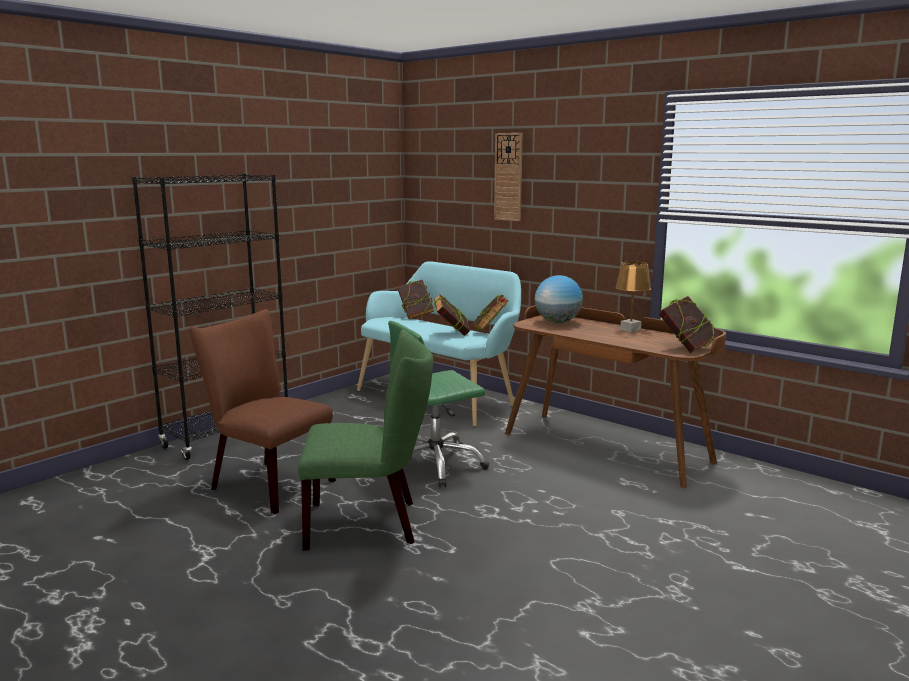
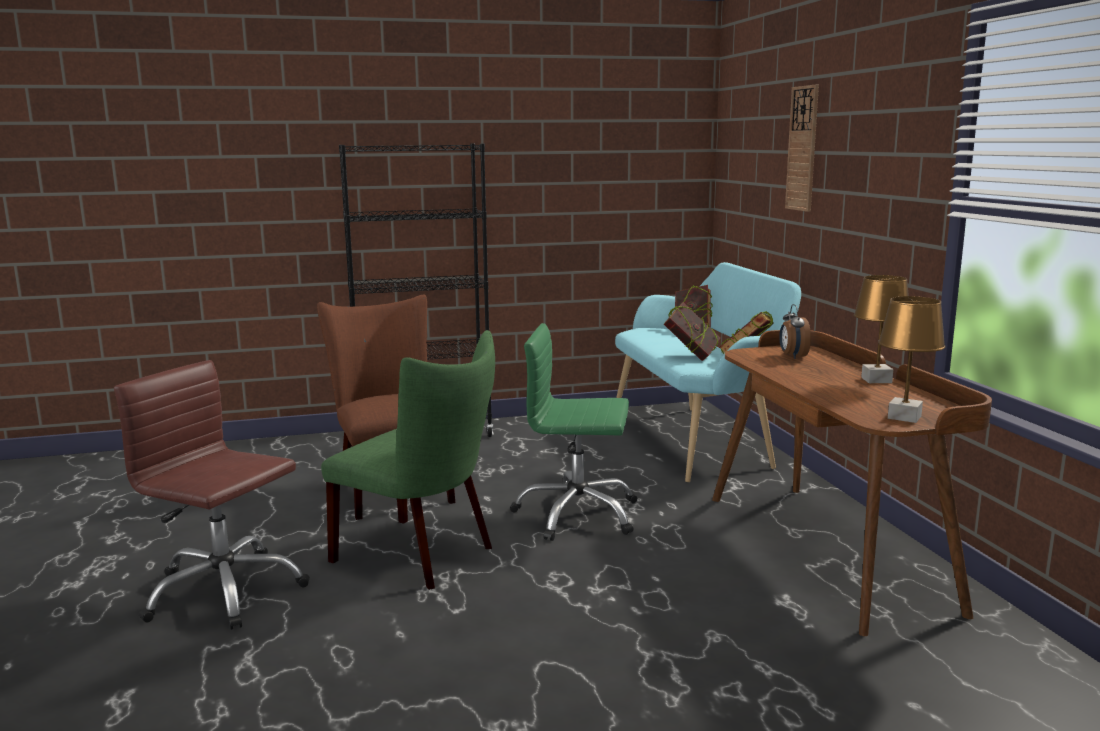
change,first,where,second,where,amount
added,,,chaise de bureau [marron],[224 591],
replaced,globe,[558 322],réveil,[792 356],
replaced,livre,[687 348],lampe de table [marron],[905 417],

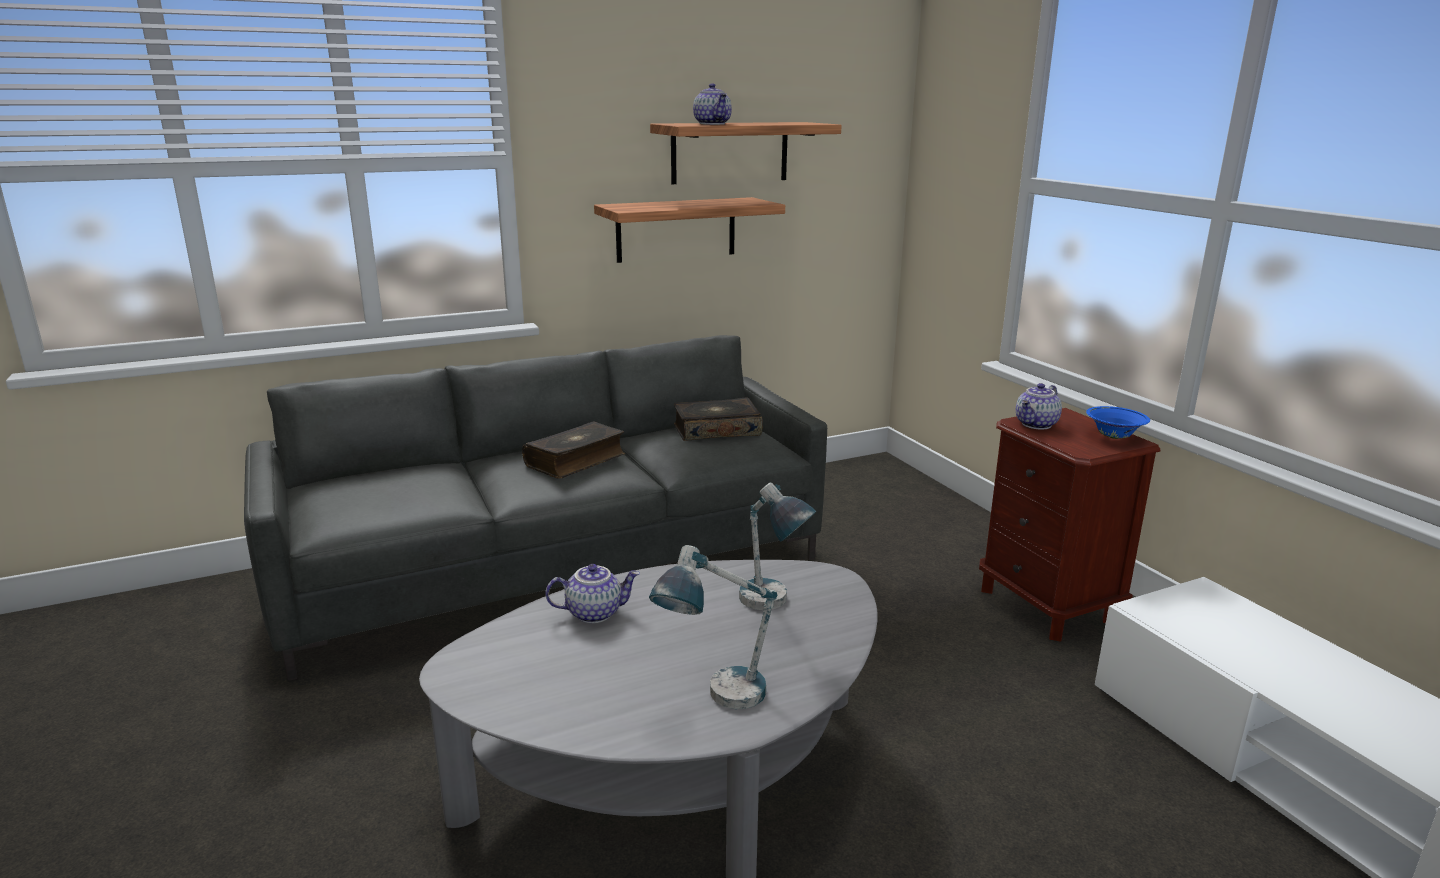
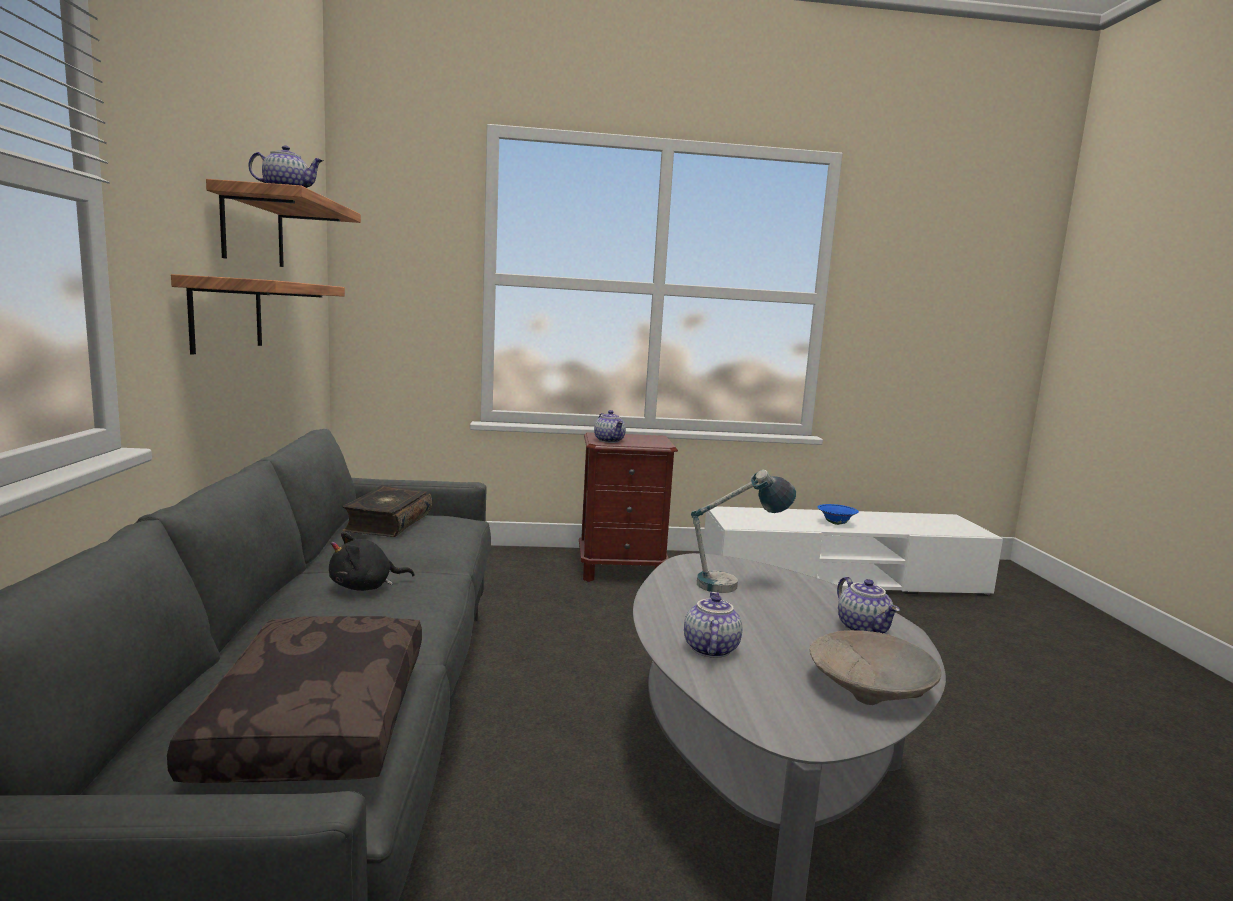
change,first,where,second,where,amount
added,,,coussin [marron],[314 718],
replaced,livre,[576 460],peluche [noir],[365 587],
added,,,bol [beige],[871 688],
moved,bol [bleu],[1114 437],,[836 523],
replaced,lampe de table,[717 700],théière,[864 628],

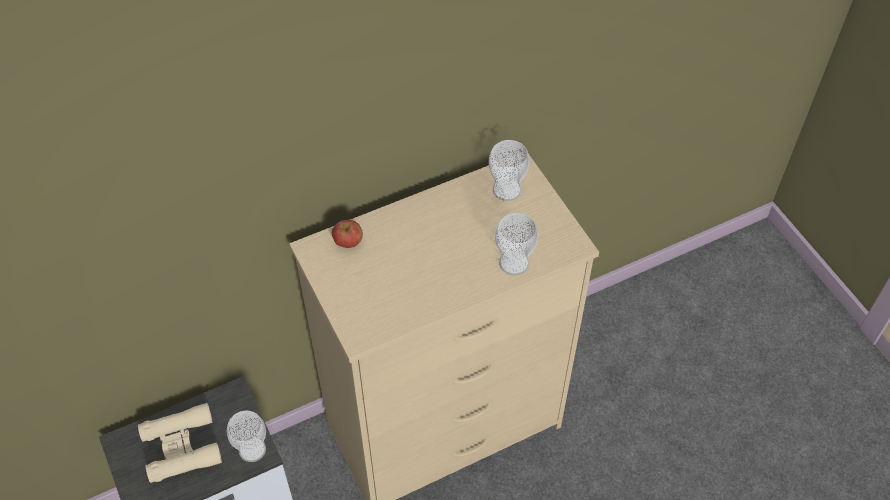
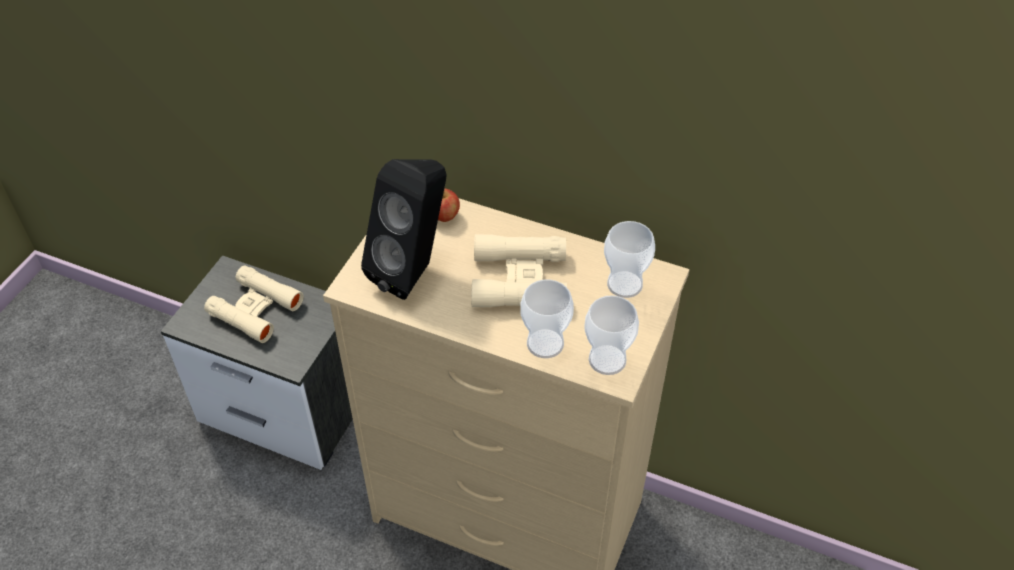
change,first,where,second,where,amount
added,,,enceinte [noir],[414 271],
added,,,jumelles [beige],[519 279],
moved,tasse,[252 449],,[607 360],

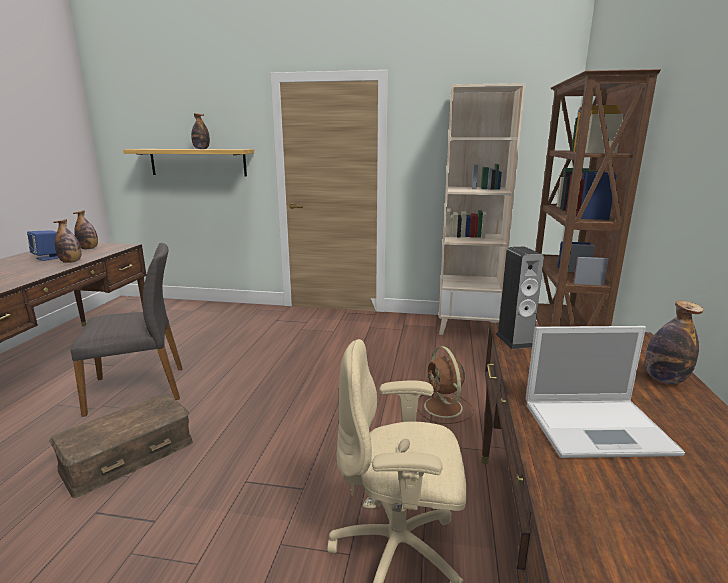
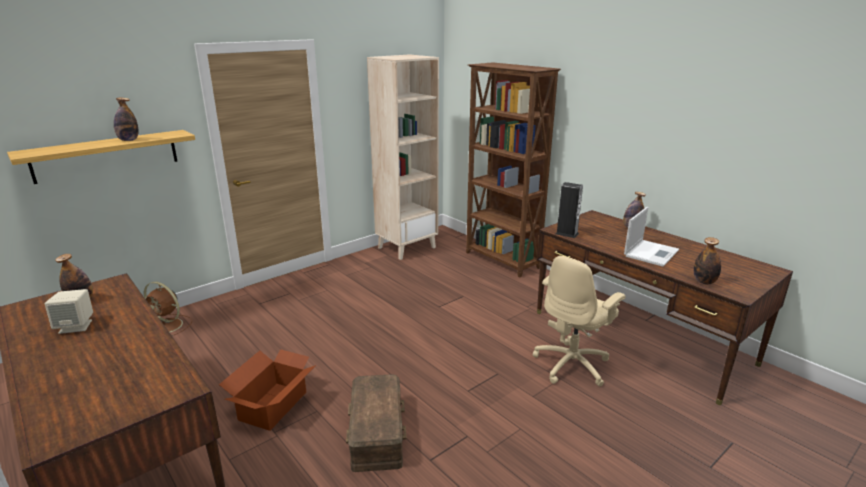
change,first,where,second,where,amount
recoloured,enceinte [bleu],[48 258],enceinte [beige],[76 326],
moved,ventilateur [marron],[444 408],,[168 326],
replaced,chaise [gris],[138 389],carton,[274 405],
moved,bouteille,[71 262],,[704 282],

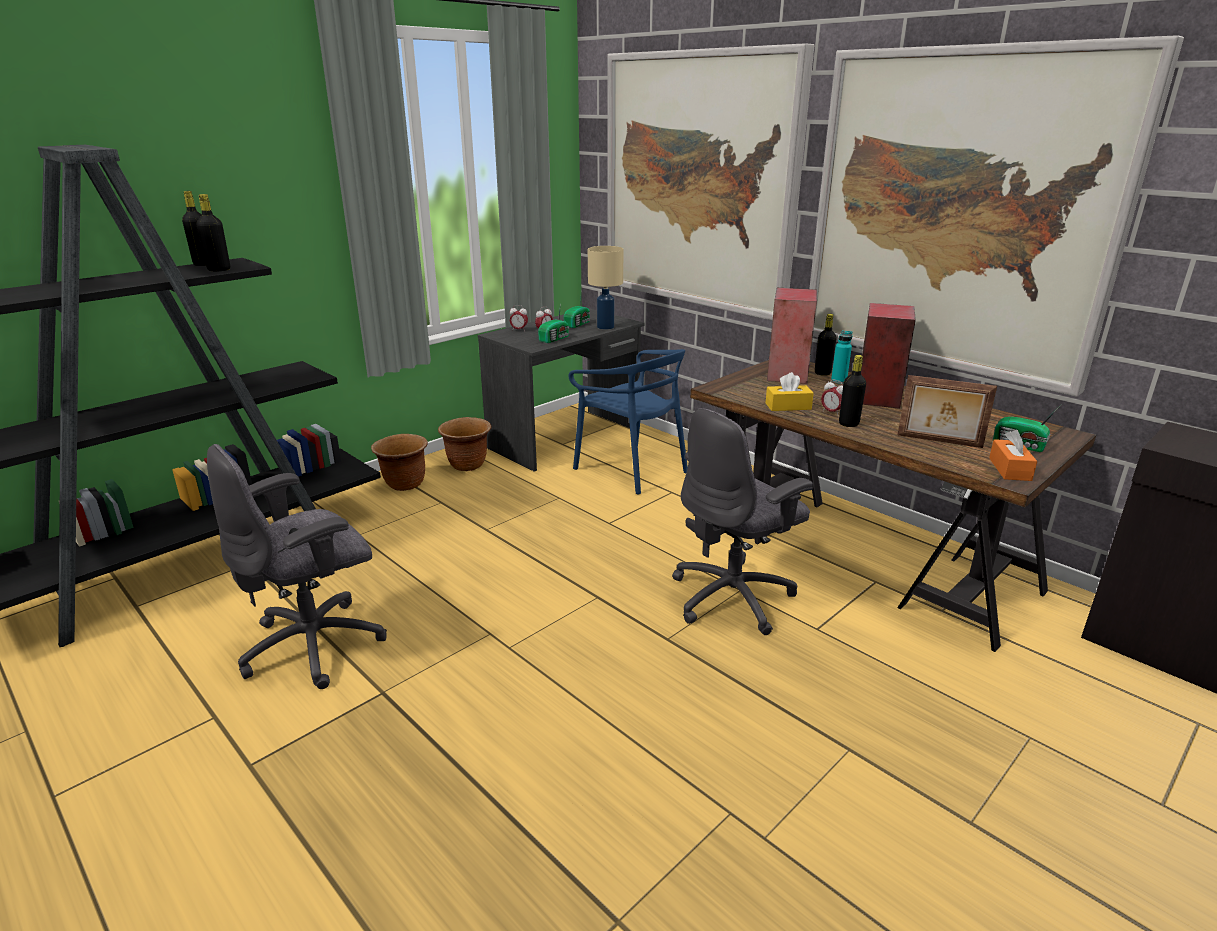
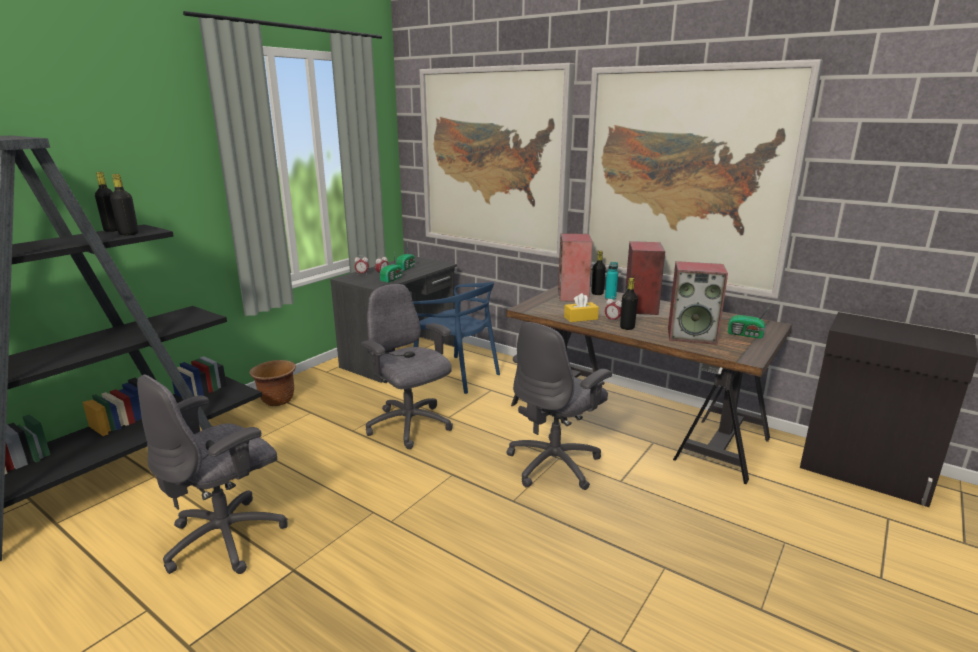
change,first,where,second,where,amount
added,,,chaise de bureau [gris],[410 426],
replaced,cadre photo,[939 441],enceinte,[692 336],
removed,cache-pot [marron],[468 465],,,
removed,lampe de table [beige],[605 327],,,
removed,boîte à mouchoirs [orange],[1009 469],,,

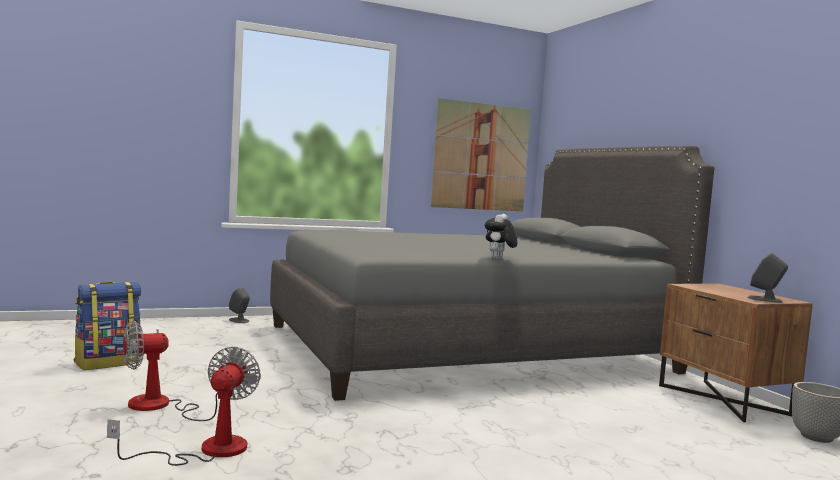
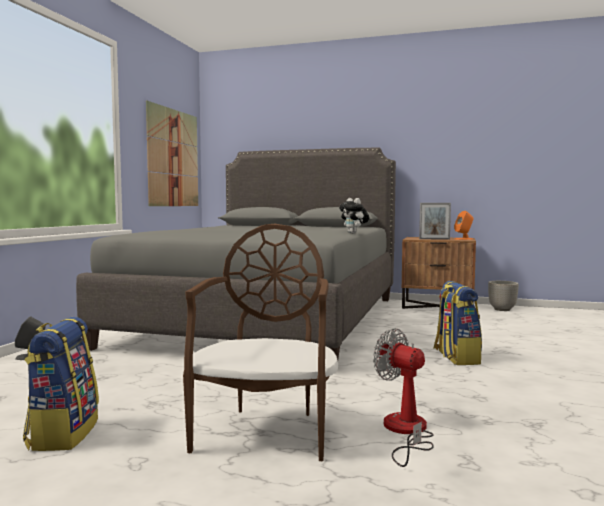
change,first,where,second,where,amount
replaced,ventilateur,[160 407],chaise [marron],[266 431],
added,,,cadre photo,[434 239],
added,,,sac à dos,[456 358],
recoloured,enceinte [gris],[765 299],enceinte [orange],[463 239],

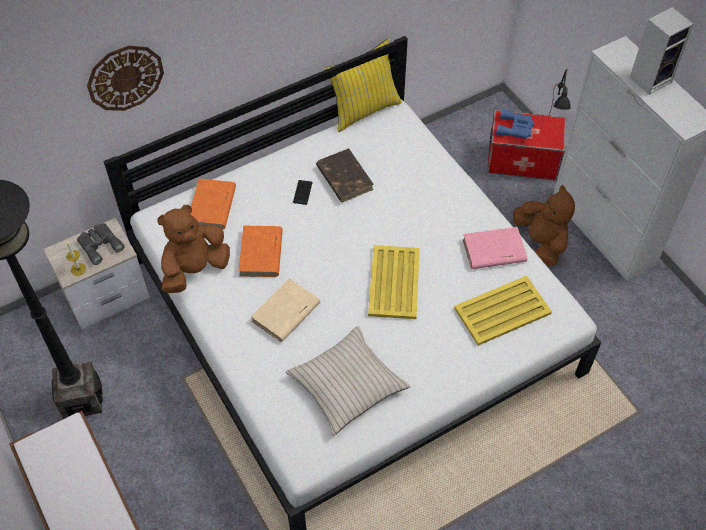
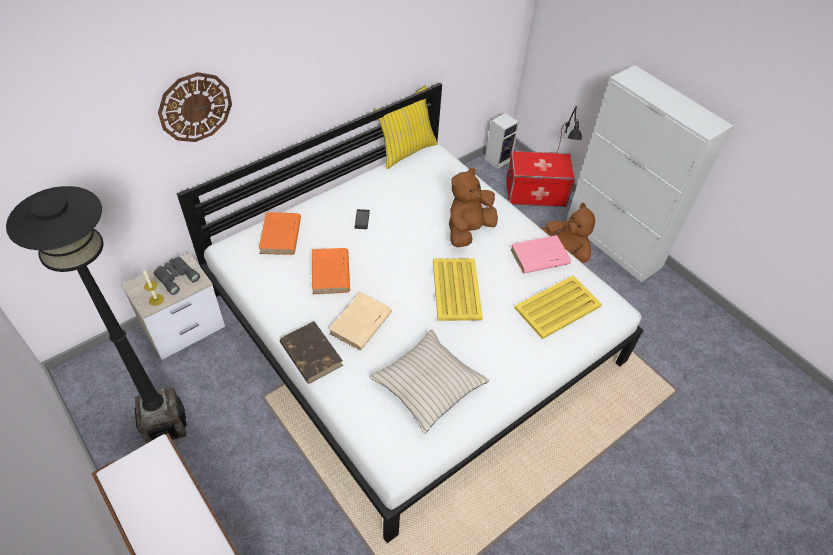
change,first,where,second,where,amount
moved,livre [marron],[344 177],,[310 354],
moved,peluche [marron],[194 269],,[468 230],
moved,enceinte,[651 78],,[498 159],
removed,jumelles [bleu],[515 128],,,

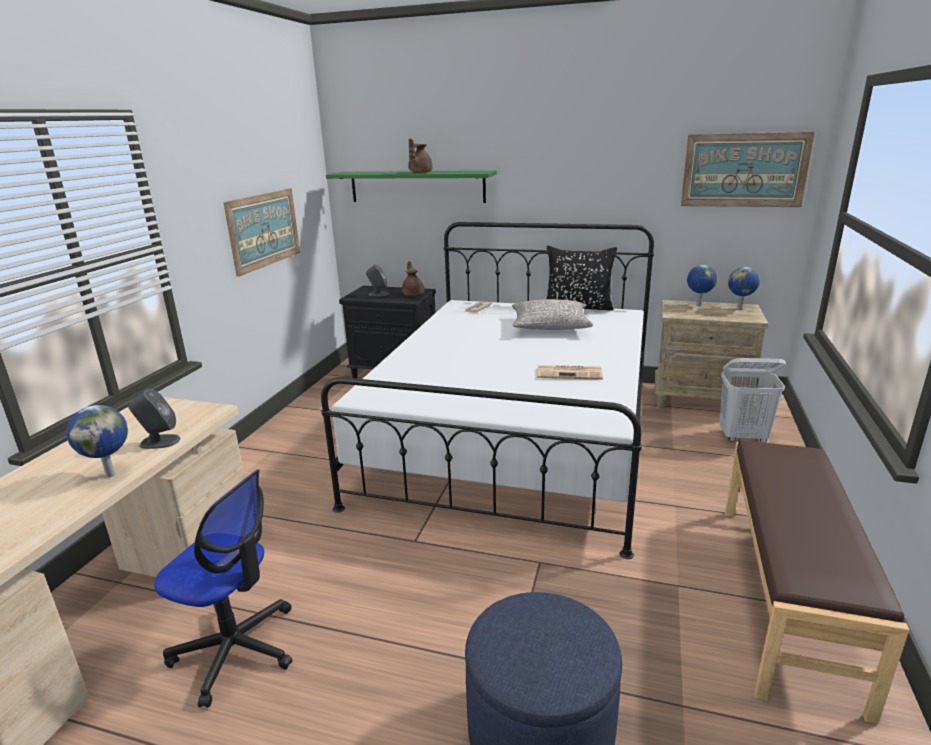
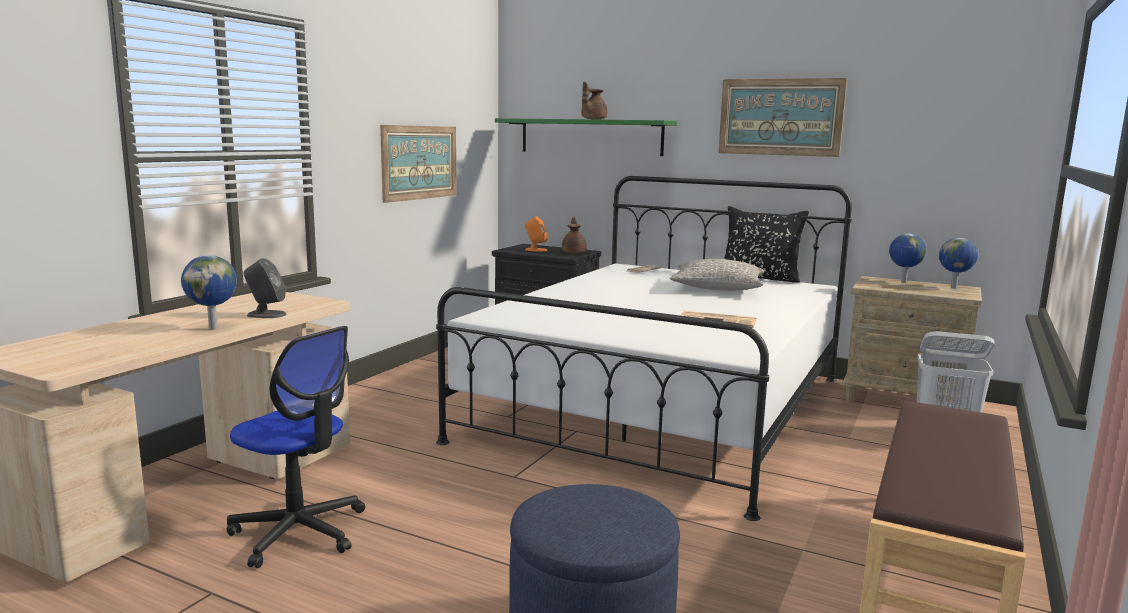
change,first,where,second,where,amount
recoloured,enceinte [gris],[378 294],enceinte [orange],[535 250],
moved,tableau,[744 170],,[780 117],

